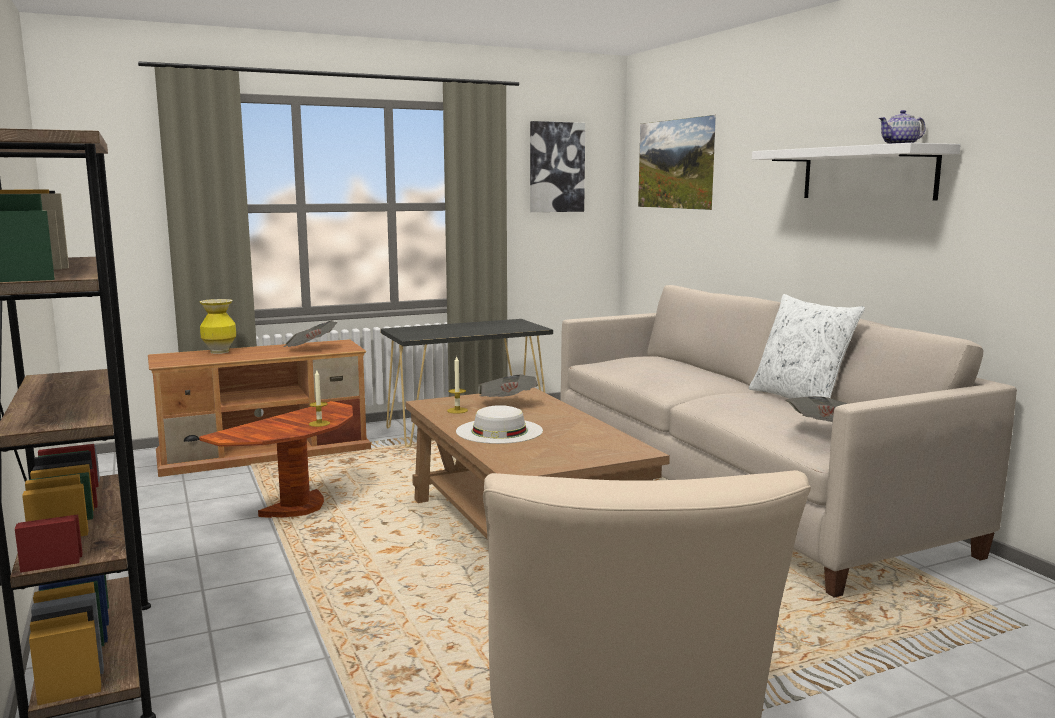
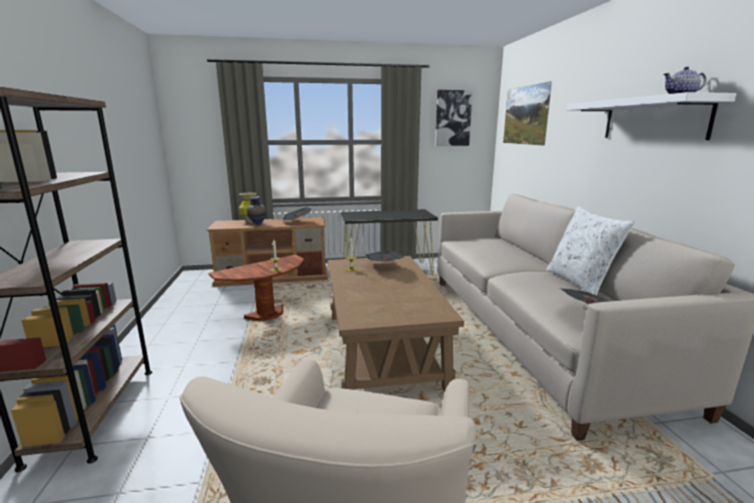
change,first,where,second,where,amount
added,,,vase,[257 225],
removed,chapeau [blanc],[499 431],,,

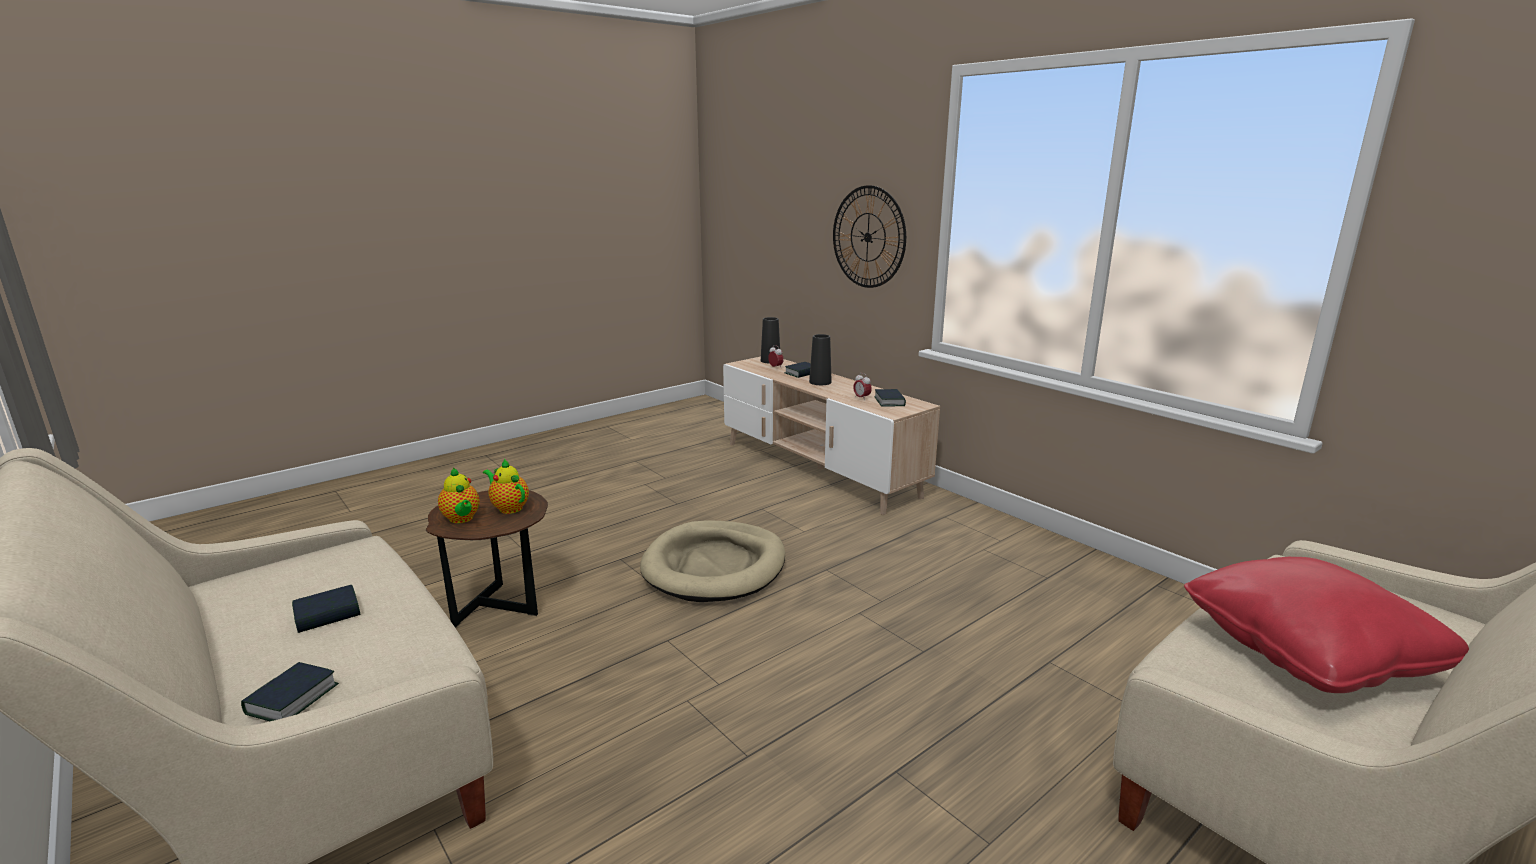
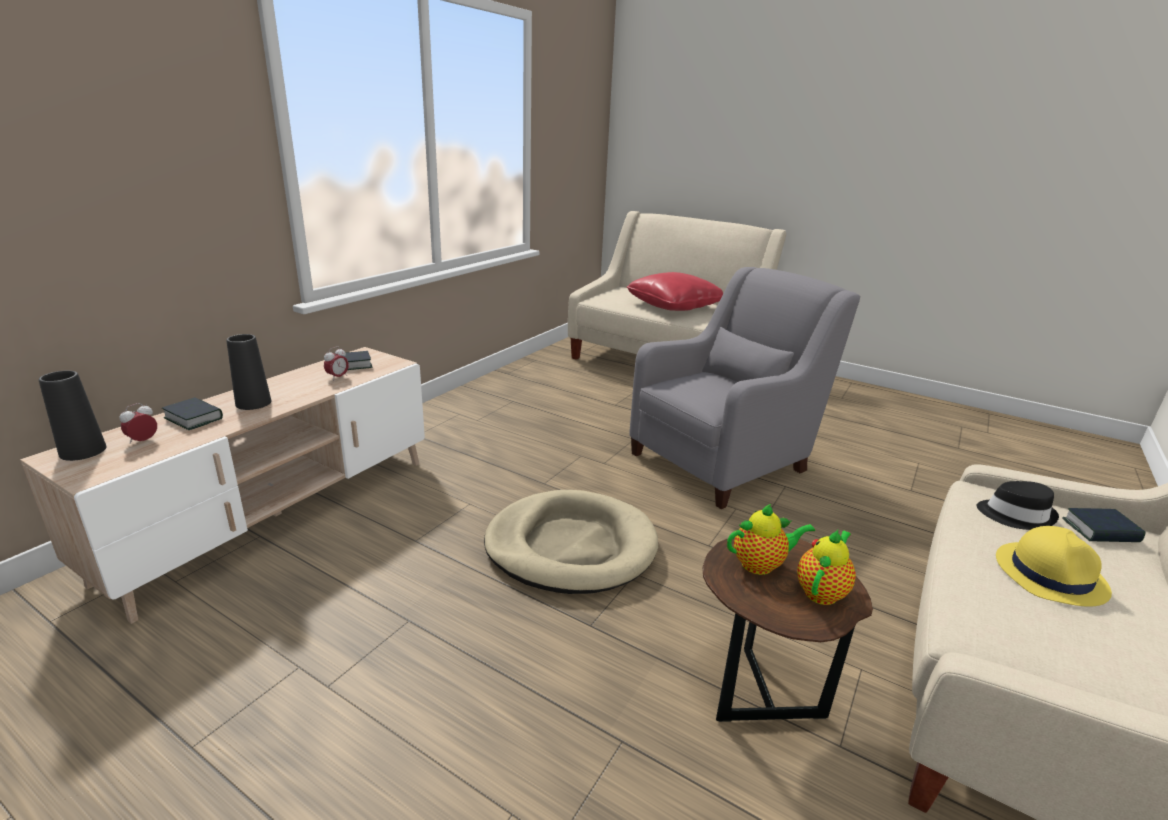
change,first,where,second,where,amount
added,,,fauteuil [gris],[723 460],
turned,théière,[509 508],,[761 564],120 degrees counterclockwise
added,,,chapeau [noir],[1015 515],
replaced,livre,[327 614],chapeau [jaune],[1050 574],
removed,horloge murale,[868 237],,,

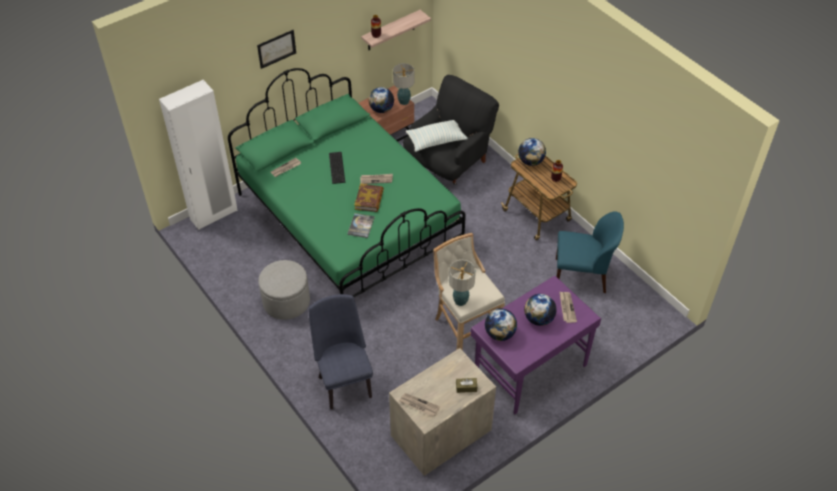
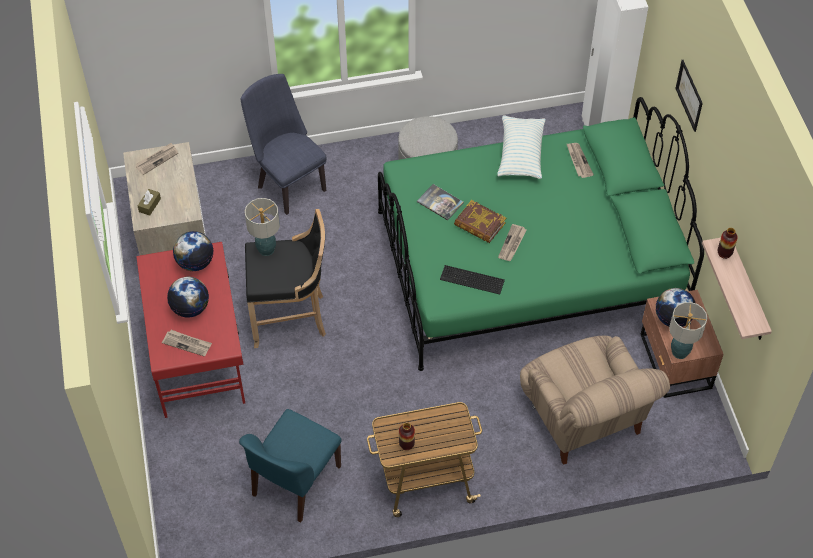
change,first,where,second,where,amount
recoloured,bureau [violet],[529 368],bureau [rouge],[198 358],
turned,chaise [bleu],[344 382],,[288 184],135 degrees counterclockwise
recoloured,tabouret [beige],[464 328],tabouret [noir],[291 318],
moved,clavier,[337 167],,[472 281],
moved,coussin,[436 141],,[521 154],
recoloured,fauteuil [noir],[449 161],fauteuil [beige],[585 419],
removed,globe,[530 161],,,

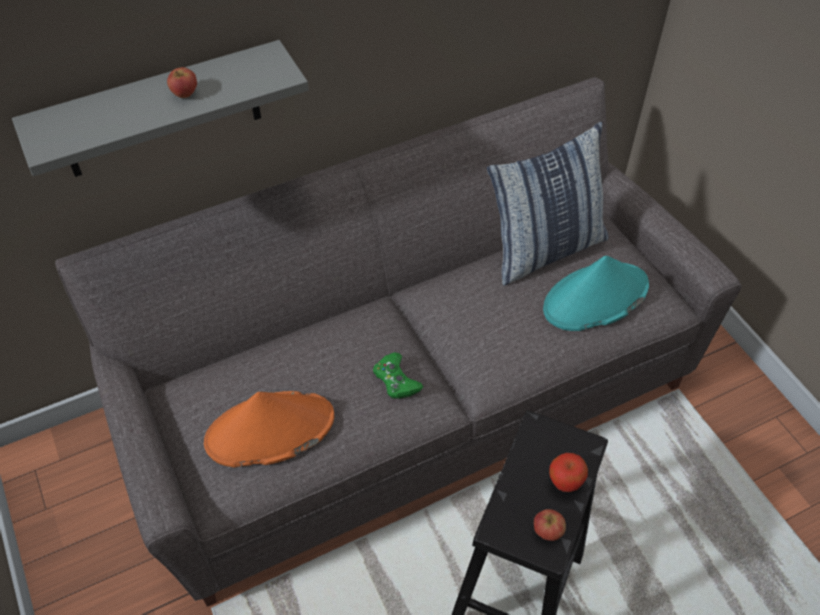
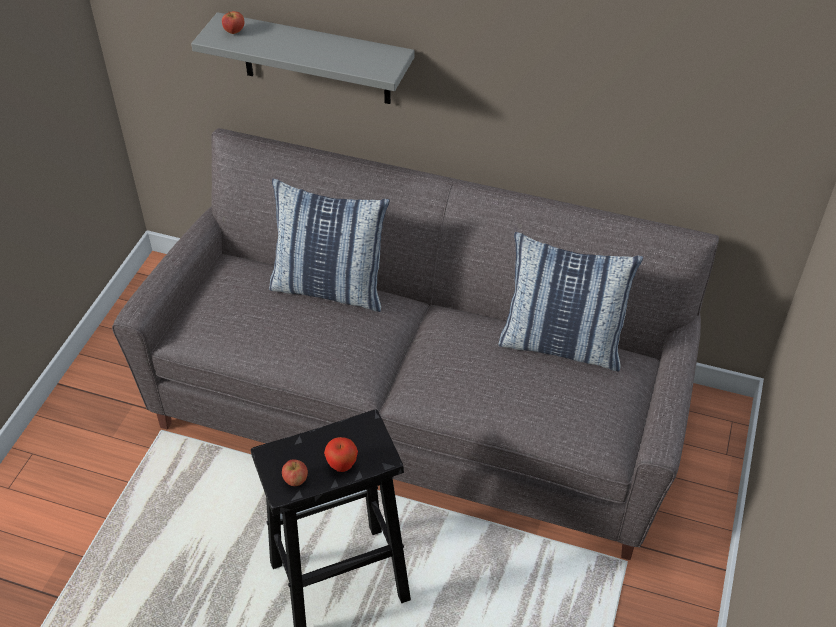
change,first,where,second,where,amount
moved,pomme,[185 94],,[234 31],
added,,,coussin,[330 288],
removed,chapeau [orange],[269 430],,,
removed,manette [vert],[396 380],,,
removed,chapeau [turquoise],[595 298],,,

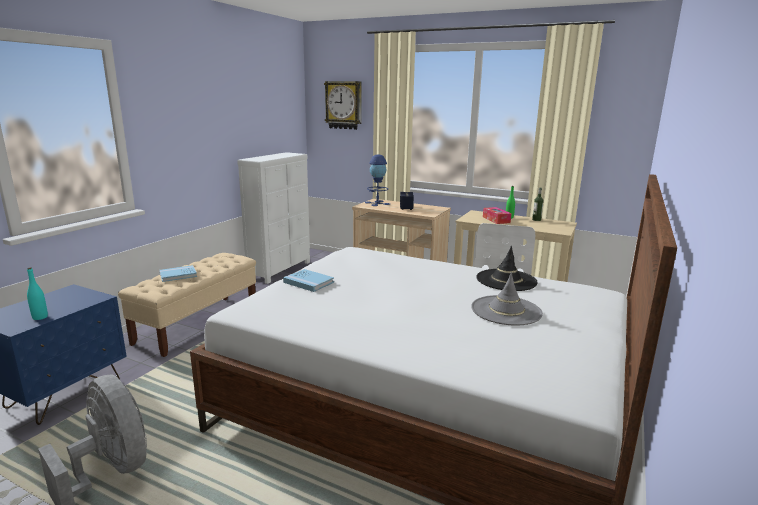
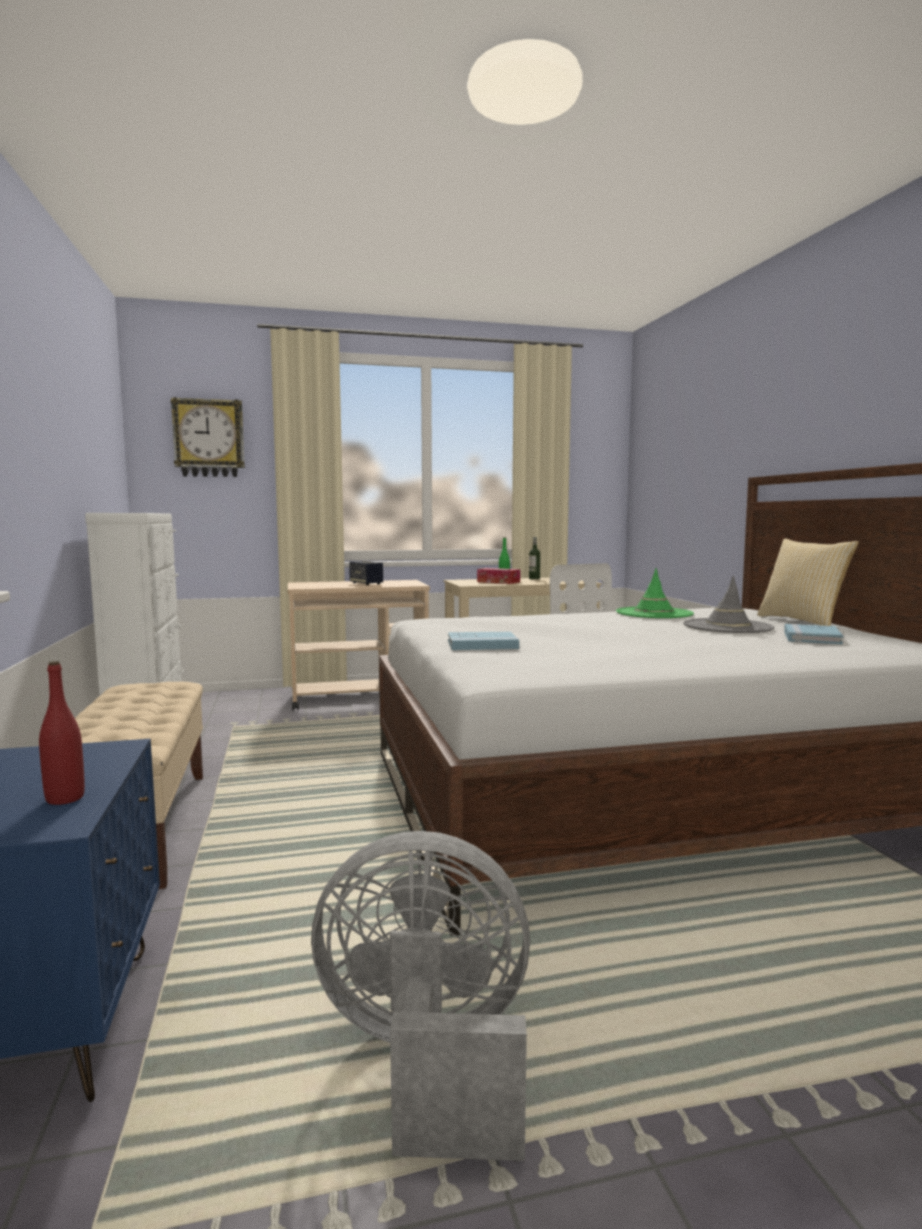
change,first,where,second,where,amount
recoloured,bouteille [turquoise],[40 317],bouteille [rouge],[65 798],
recoloured,chapeau [noir],[506 280],chapeau [vert],[654 613],
added,,,coussin,[803 621],
moved,livre [bleu],[178 275],,[811 637],
removed,lampe de table [bleu],[377 203],,,

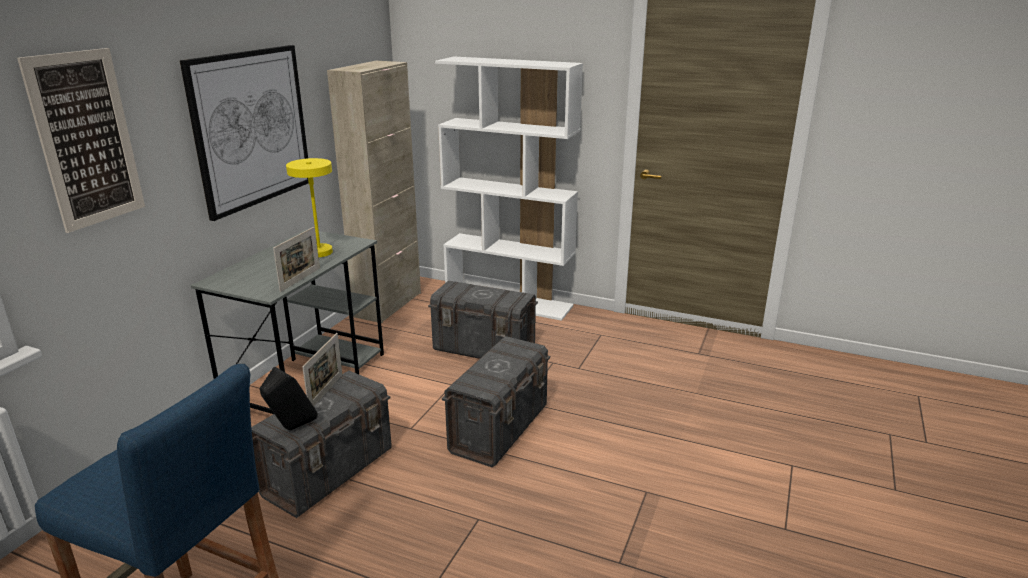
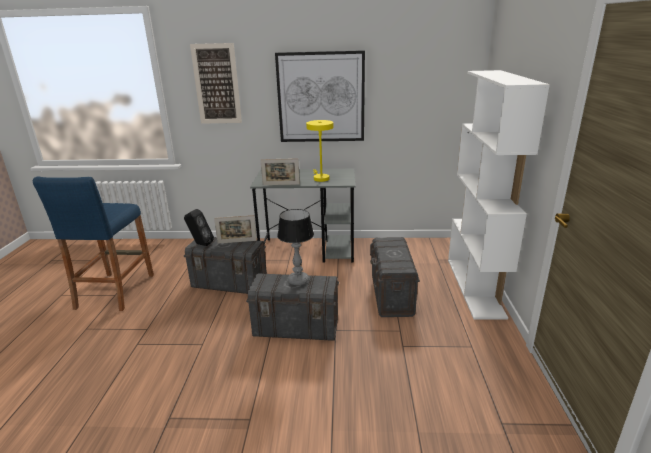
change,first,where,second,where,amount
added,,,lampe de table,[297 280],
removed,meuble de rangement [beige],[388 304],,,

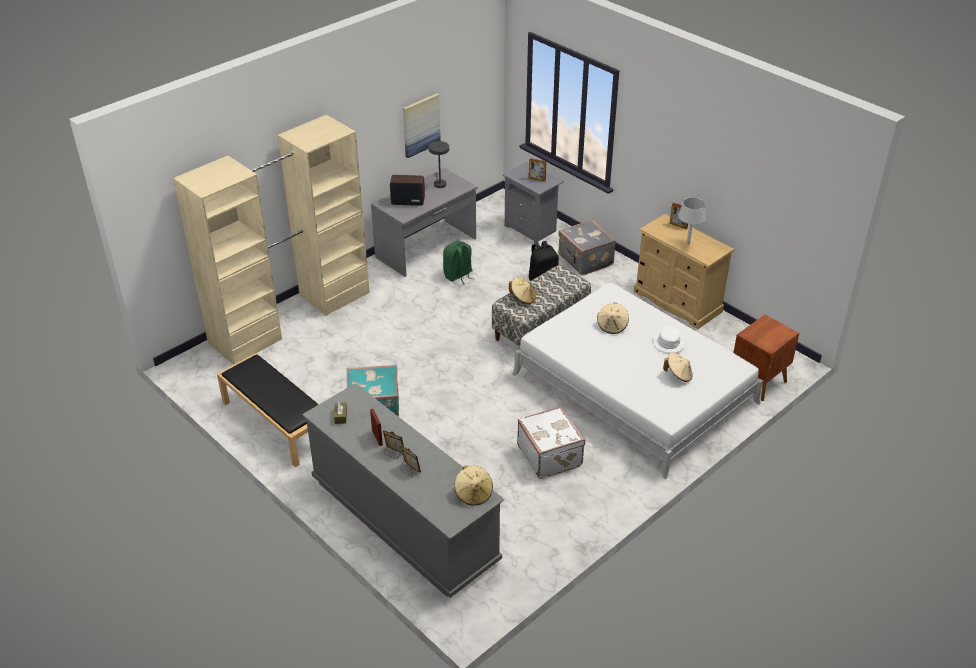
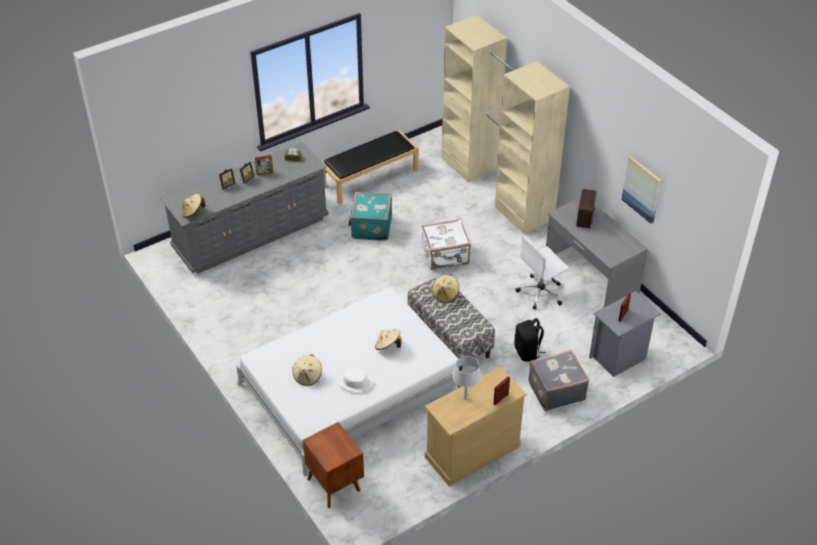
change,first,where,second,where,amount
moved,valise [blanc],[550 455],,[446 256],
replaced,sac à dos [vert],[458 276],chaise de bureau [blanc],[541 293],
removed,lampe de table [gris],[439 183],,,

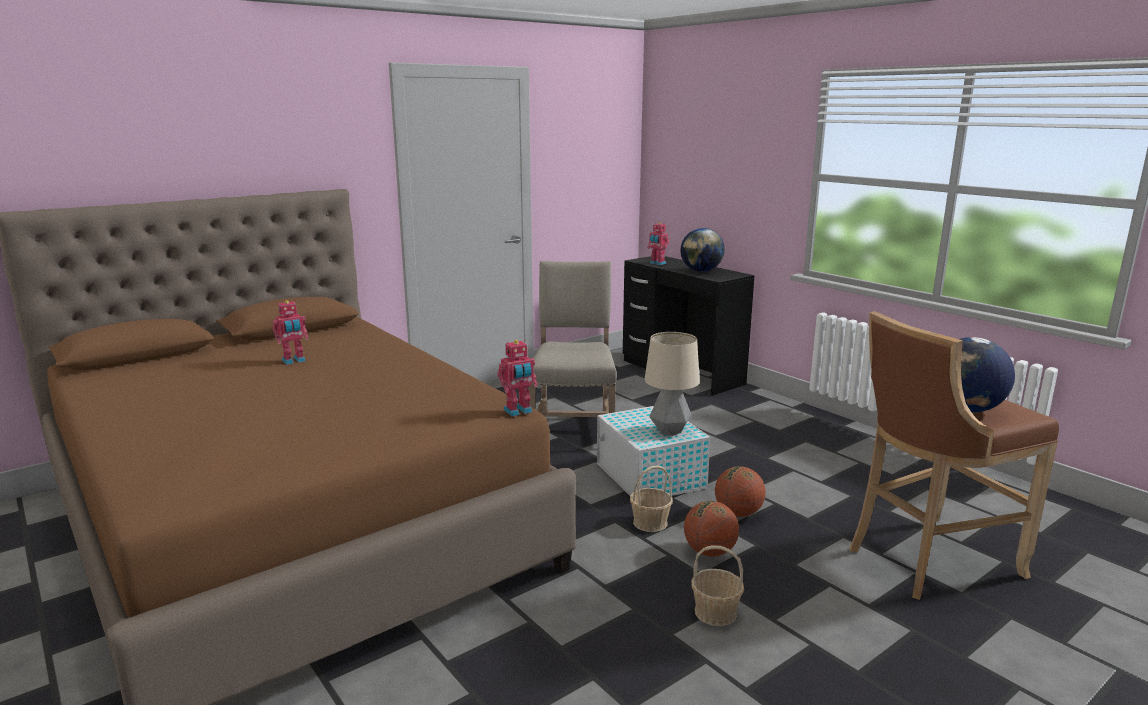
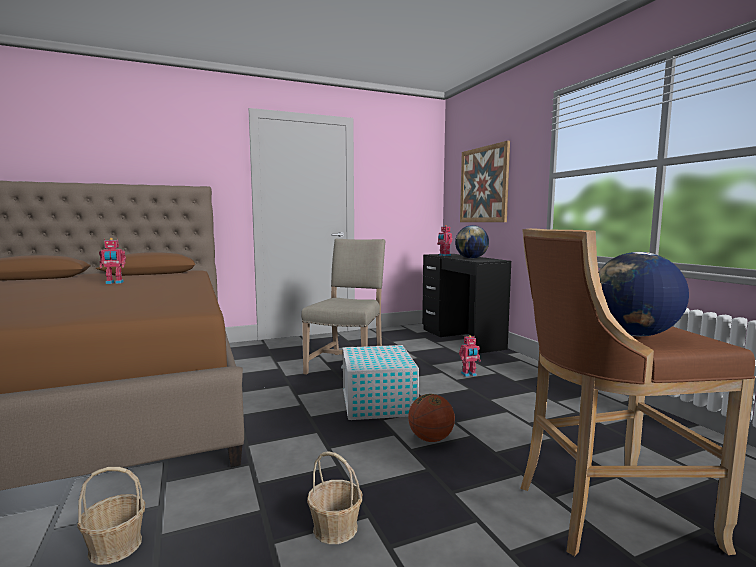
change,first,where,second,where,amount
moved,panier,[650 522],,[115 546],
moved,robot jouet,[518 411],,[469 374],
added,,,tableau,[484 185],
removed,lampe de table,[669 431],,,
removed,ballon de basket,[709 552],,,

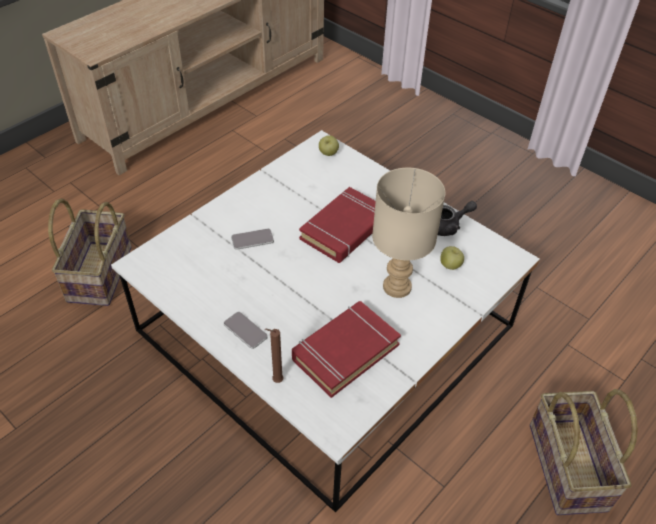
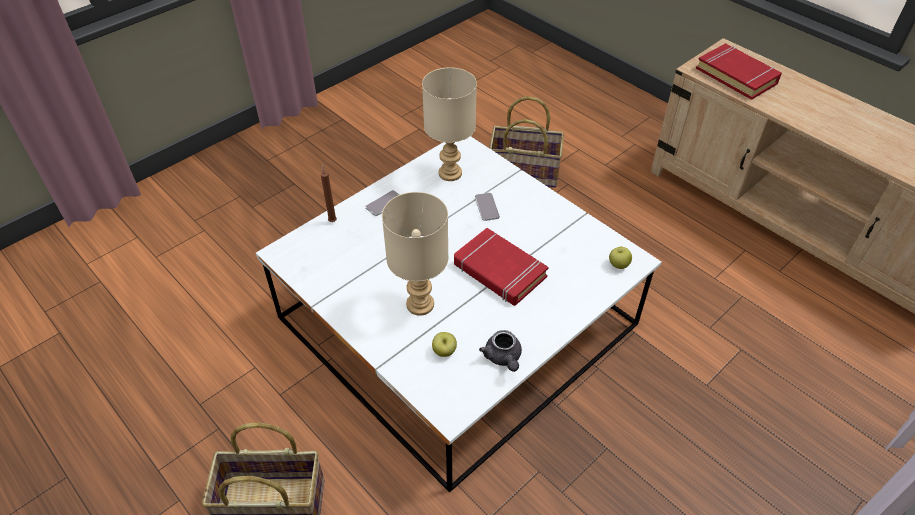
change,first,where,second,where,amount
added,,,lampe de table [beige],[450 172],
moved,livre [rouge],[345 352],,[736 76],

